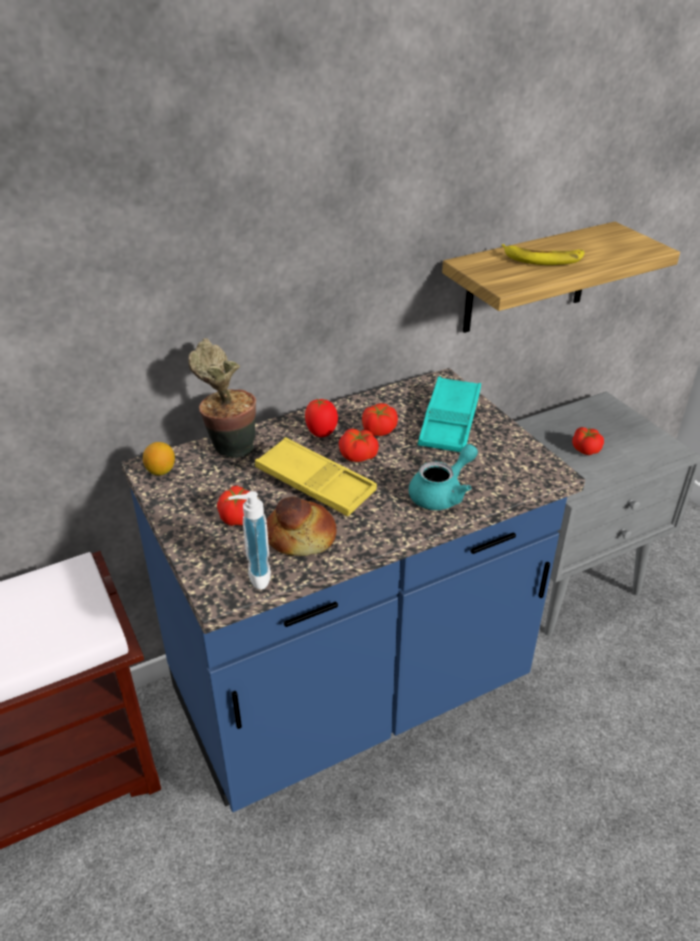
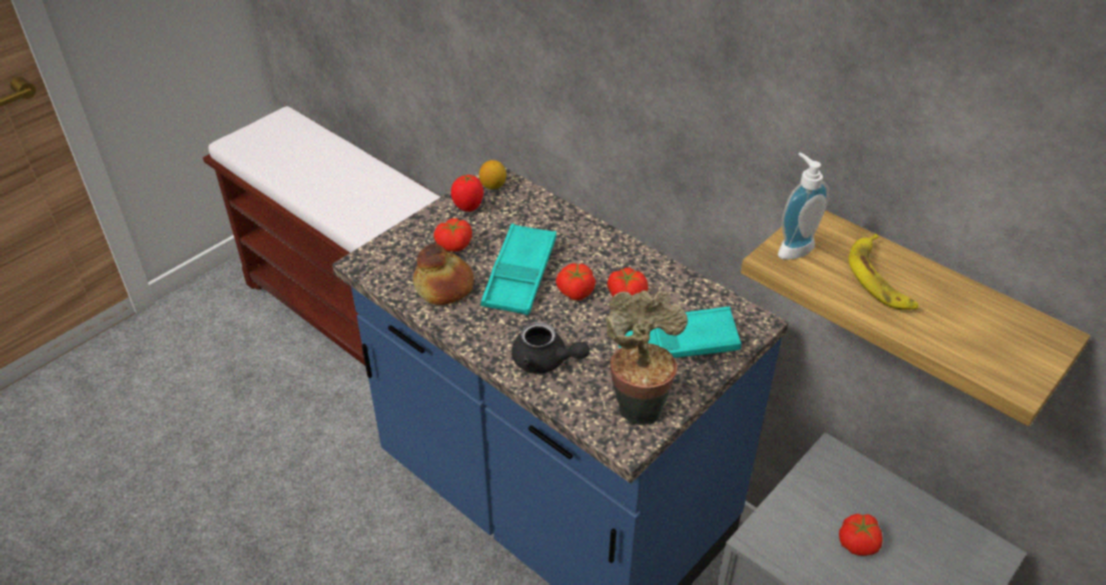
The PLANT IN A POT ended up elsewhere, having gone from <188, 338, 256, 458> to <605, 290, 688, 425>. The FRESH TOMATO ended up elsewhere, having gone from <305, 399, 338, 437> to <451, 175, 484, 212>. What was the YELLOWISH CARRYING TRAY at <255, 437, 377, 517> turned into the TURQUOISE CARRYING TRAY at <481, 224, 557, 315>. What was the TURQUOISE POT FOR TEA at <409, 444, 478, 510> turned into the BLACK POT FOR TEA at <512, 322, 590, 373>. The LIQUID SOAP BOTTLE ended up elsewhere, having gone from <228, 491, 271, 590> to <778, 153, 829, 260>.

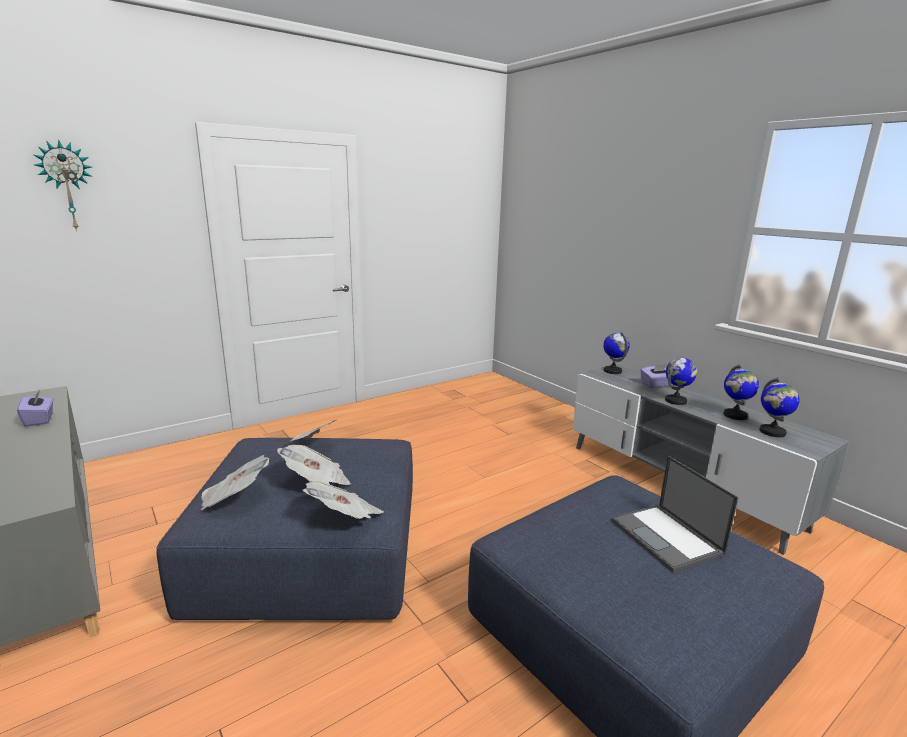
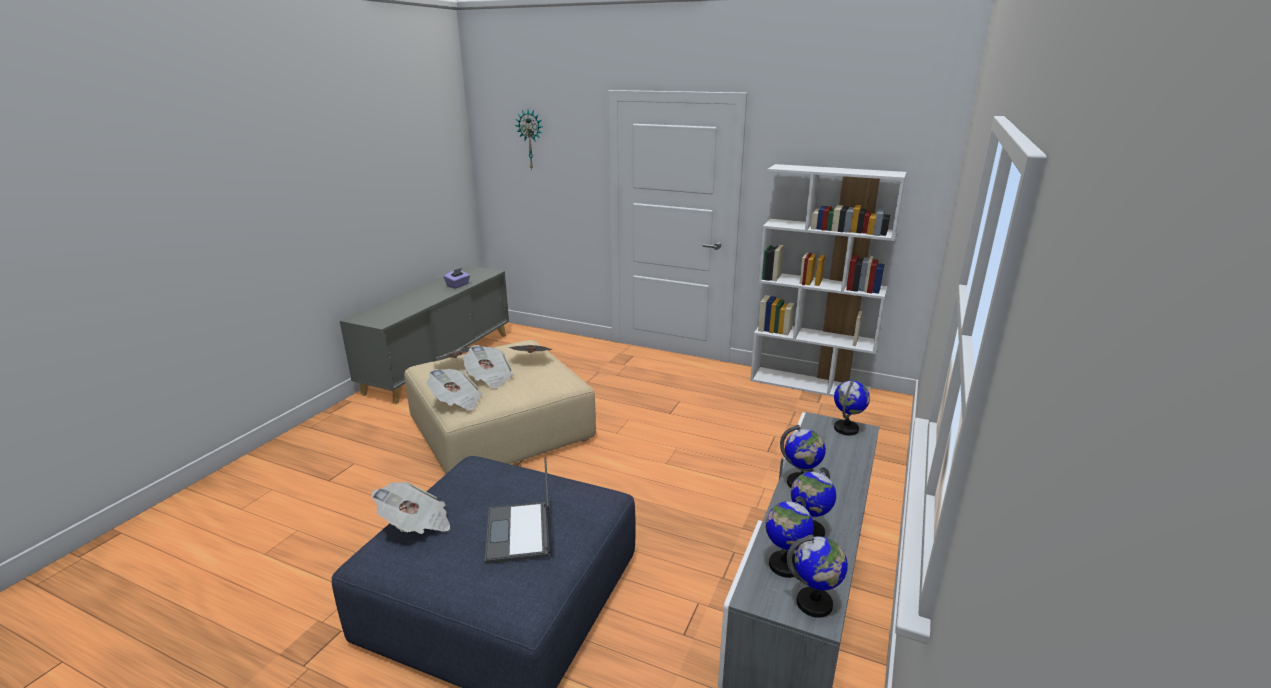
The second view lost the PURPLISH TISSUE BOX at <641, 364, 669, 388>. What was the BLUISH OTTOMAN at <156, 438, 413, 620> turned into the SAND-COLOURED OTTOMAN at <404, 340, 596, 474>. The PORTABLE COMPUTER at <611, 456, 739, 573> ended up facing another way, 45 degrees counterclockwise from before. The second view gained the WHITISH BOOKCASE at <750, 164, 907, 397>. The second view gained the NEWSPAPER at <371, 482, 450, 534>. The second view gained the GLOBE at <787, 535, 848, 618>.

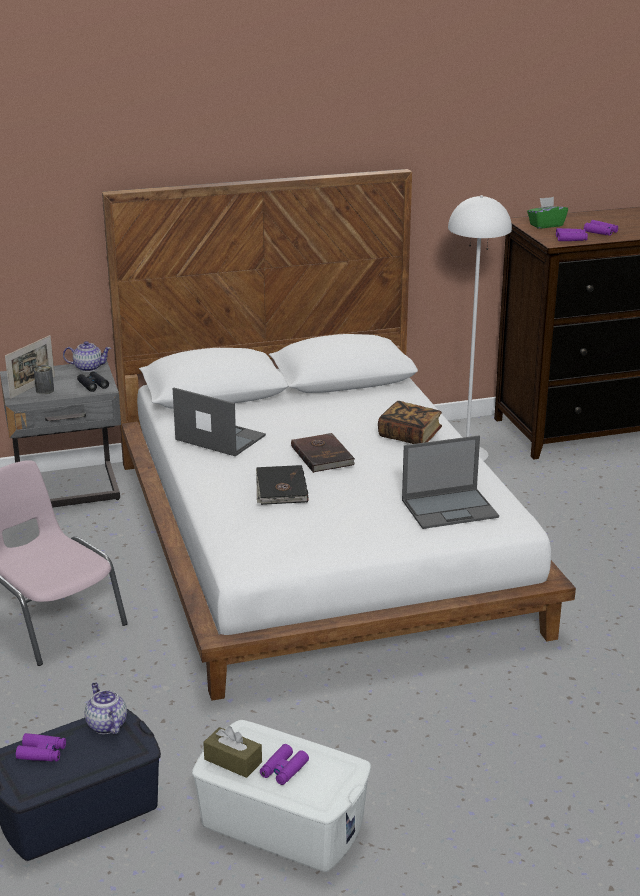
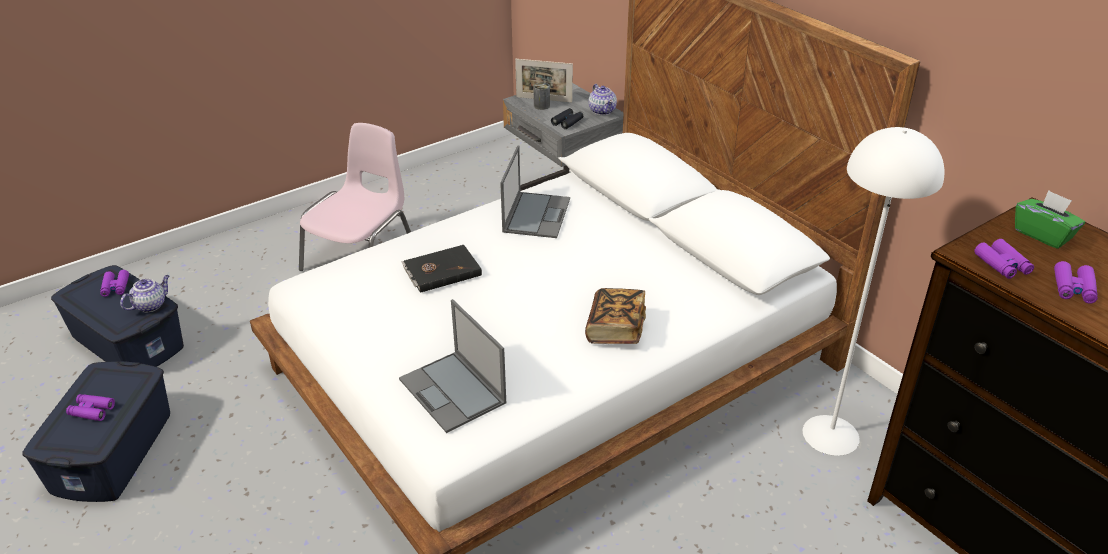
The second view lost the BROWN-COLOURED VOLUME at <291, 433, 355, 473>. What was the WHITISH STORAGE CONTAINER at <192, 720, 371, 872> turned into the BLUISH STORAGE CONTAINER at <22, 361, 170, 502>. The second view lost the BROWN-COLOURED TISSUE BOX at <203, 726, 262, 778>.

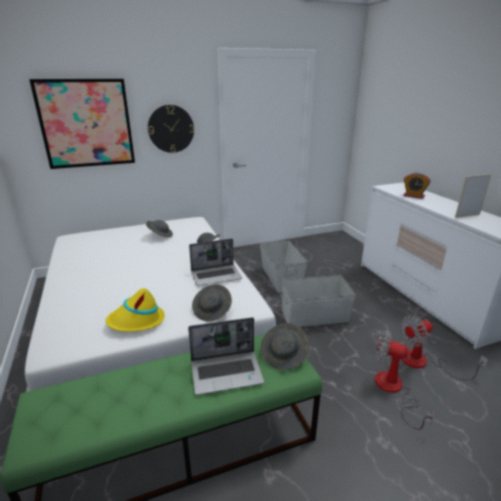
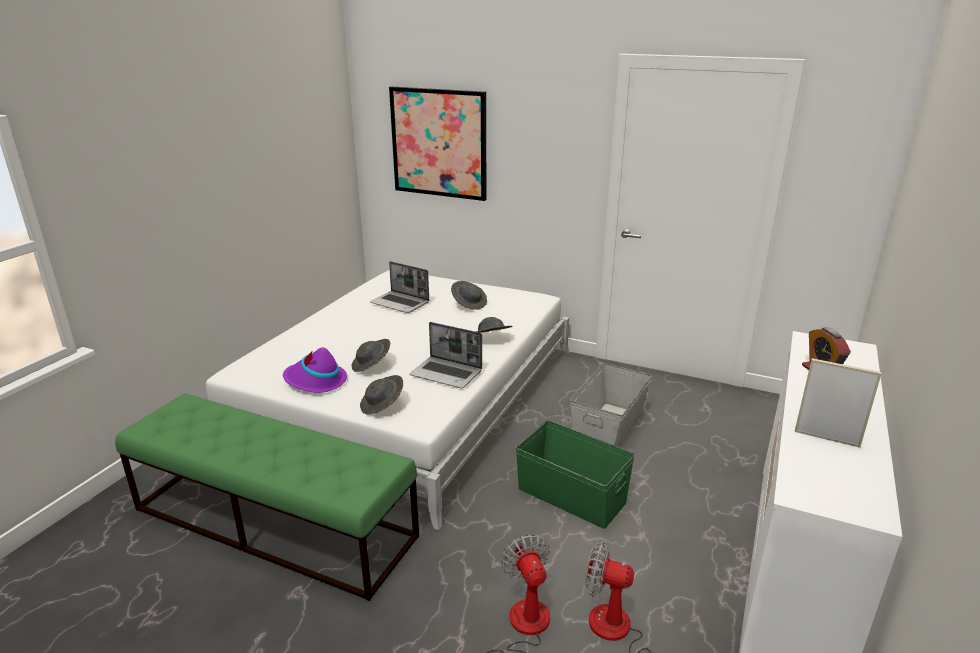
The second view lost the CLOCK ON THE WALL at <148, 105, 194, 153>. What was the GRAY STORAGE CONTAINER at <282, 275, 356, 327> turned into the GREEN-COLOURED STORAGE CONTAINER at <516, 420, 635, 529>. What was the YELLOWISH CLOTHING HAT at <106, 288, 165, 332> turned into the PURPLISH CLOTHING HAT at <283, 347, 347, 393>. The PORTABLE COMPUTER ended up elsewhere, having gone from <188, 317, 264, 395> to <370, 261, 429, 313>. The GRAY CLOTHING HAT ended up elsewhere, having gone from <261, 323, 309, 370> to <352, 339, 390, 372>.

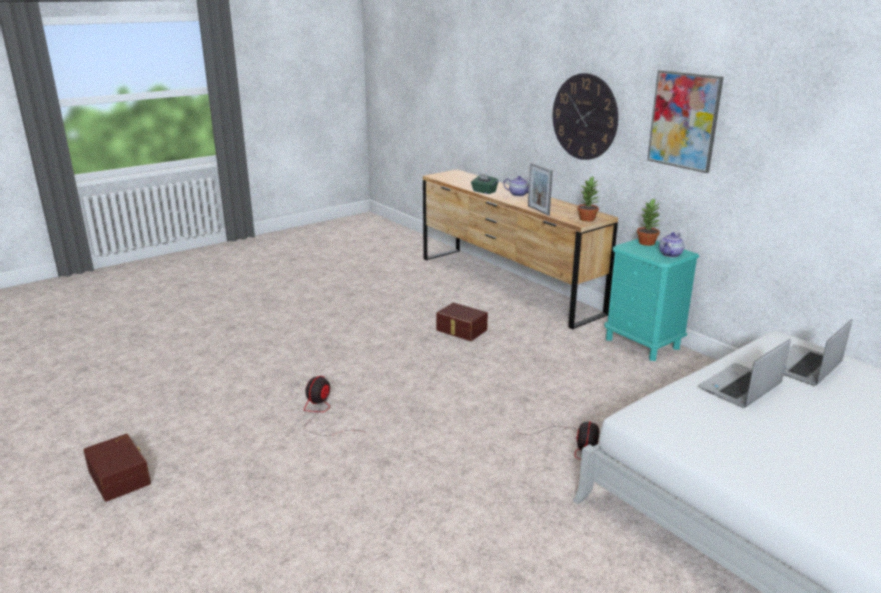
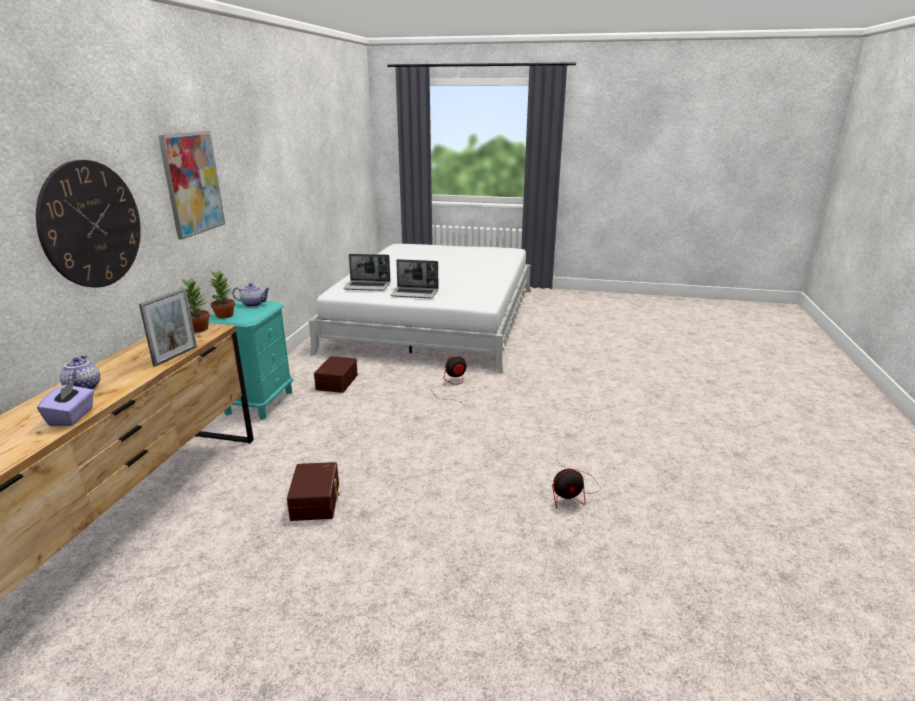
What was the GREEN-COLOURED TISSUE BOX at <471, 173, 499, 194> turned into the PURPLISH TISSUE BOX at <37, 381, 94, 426>. The BROWN-COLOURED STORAGE CONTAINER ended up elsewhere, having gone from <83, 434, 151, 502> to <314, 356, 358, 393>.

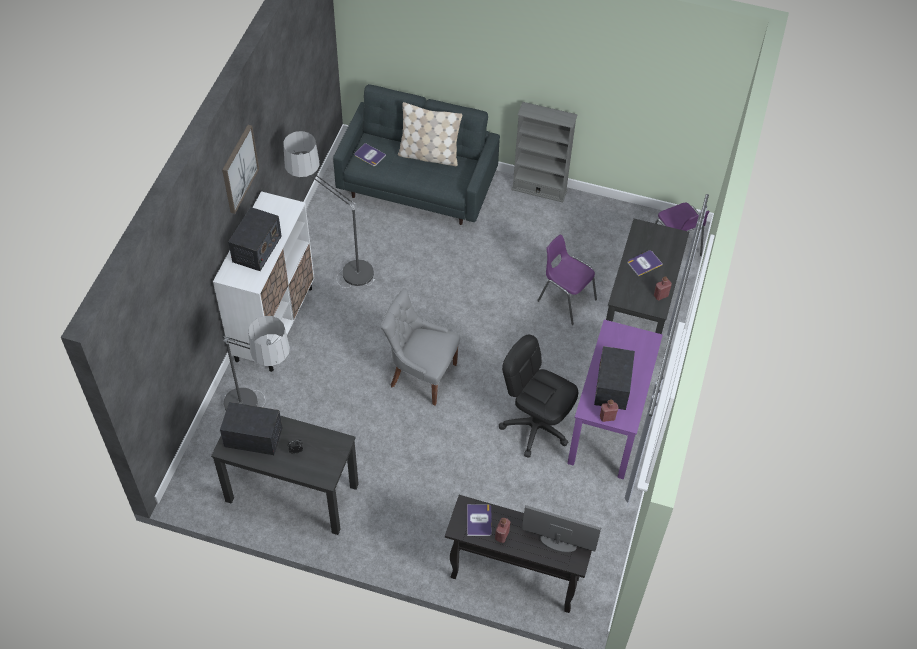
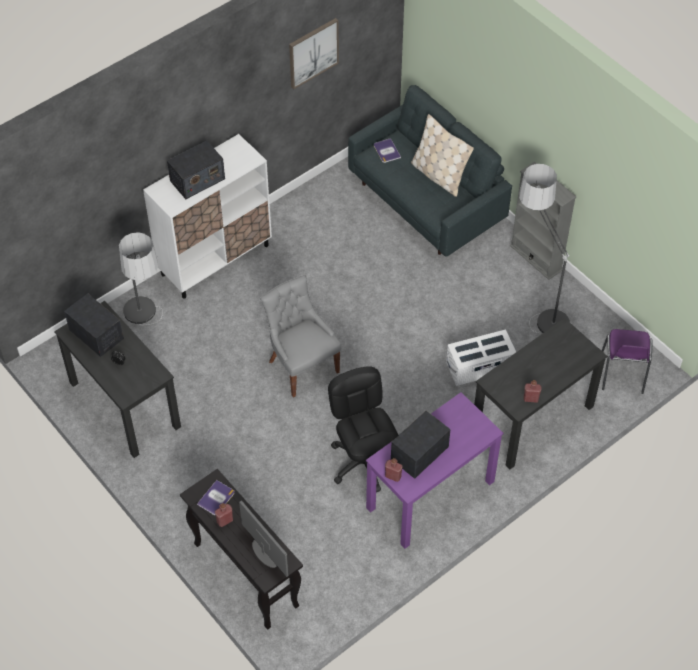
The PICTURE ended up elsewhere, having gone from <222, 125, 259, 214> to <289, 18, 339, 89>. The STANDING LAMP ended up elsewhere, having gone from <283, 131, 376, 288> to <519, 164, 570, 333>. Where the PURPLISH PLAIN CHAIR stood at <537, 234, 597, 325>, the WHITISH STORAGE CONTAINER came to stand at <446, 330, 516, 386>. The second view lost the VOLUME at <628, 250, 663, 276>.

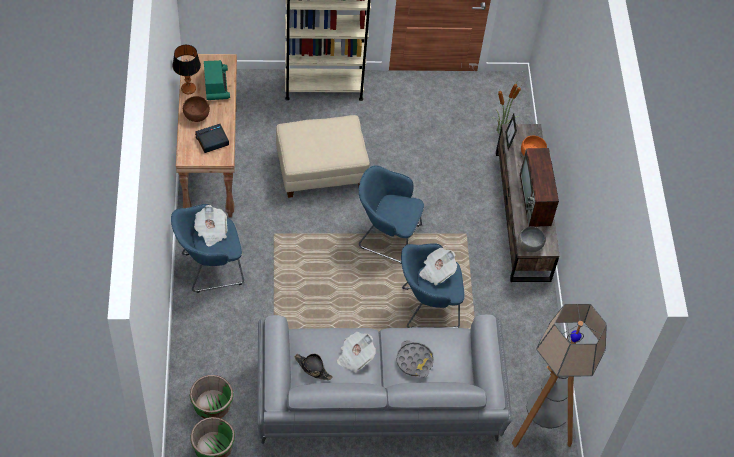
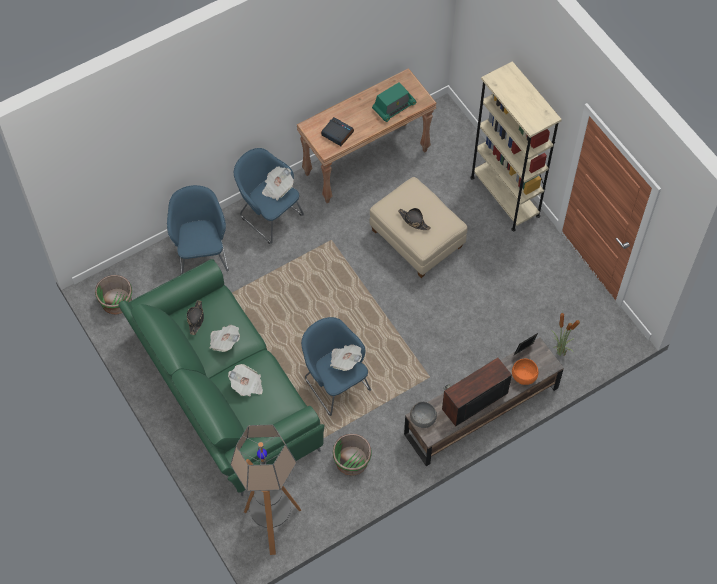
The second view lost the TABLETOP LAMP at <173, 45, 201, 94>. The second view lost the BROWN-COLOURED SERVING BOWL at <183, 96, 210, 122>. The BLUISH EASY CHAIR ended up elsewhere, having gone from <359, 165, 424, 263> to <167, 185, 229, 274>. What was the GRAY COUCH at <257, 314, 512, 444> turned into the GREEN-COLOURED COUCH at <118, 259, 324, 496>. Where the GRAY CARRYING TRAY stood at <396, 340, 434, 377>, the NEWSPAPER came to stand at <228, 364, 263, 396>. The GREEN-COLOURED PLANTER ended up elsewhere, having gone from <190, 375, 234, 419> to <333, 434, 371, 476>. The second view gained the BLACK CLOTHING HAT at <398, 208, 431, 230>.

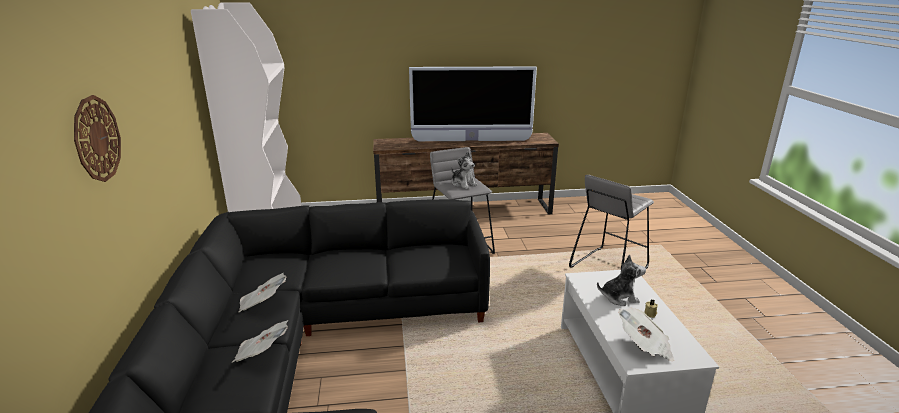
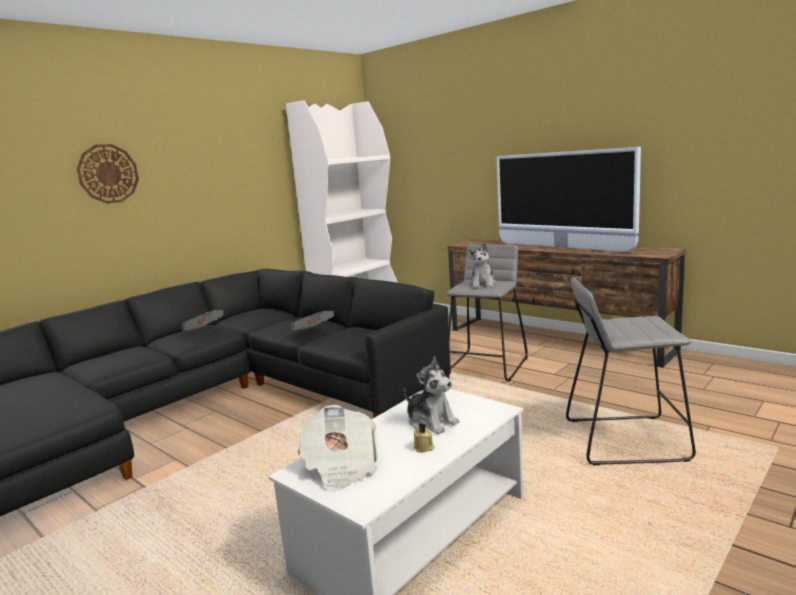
The NEWSPAPER ended up elsewhere, having gone from <232, 320, 289, 362> to <291, 311, 334, 330>.

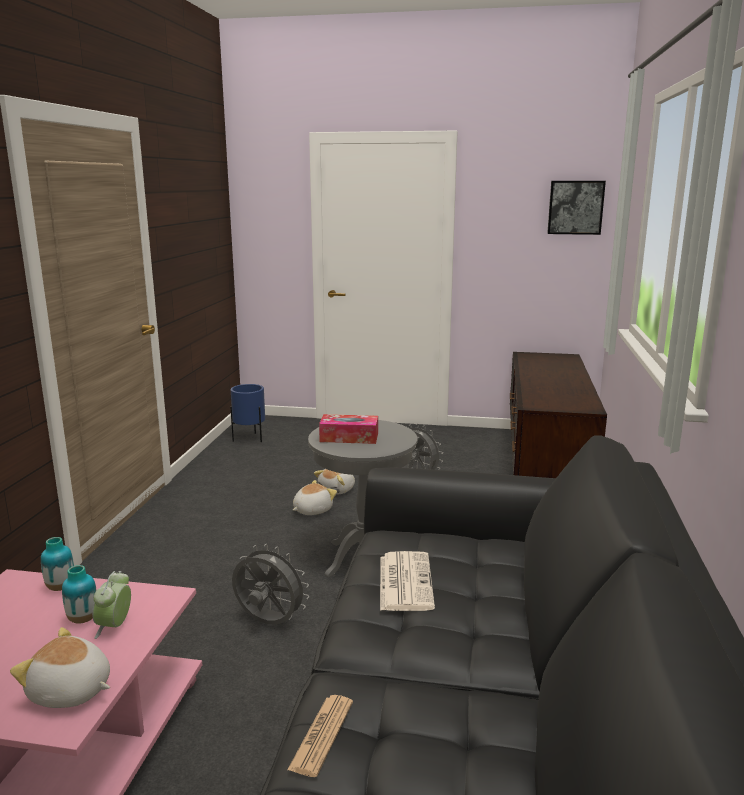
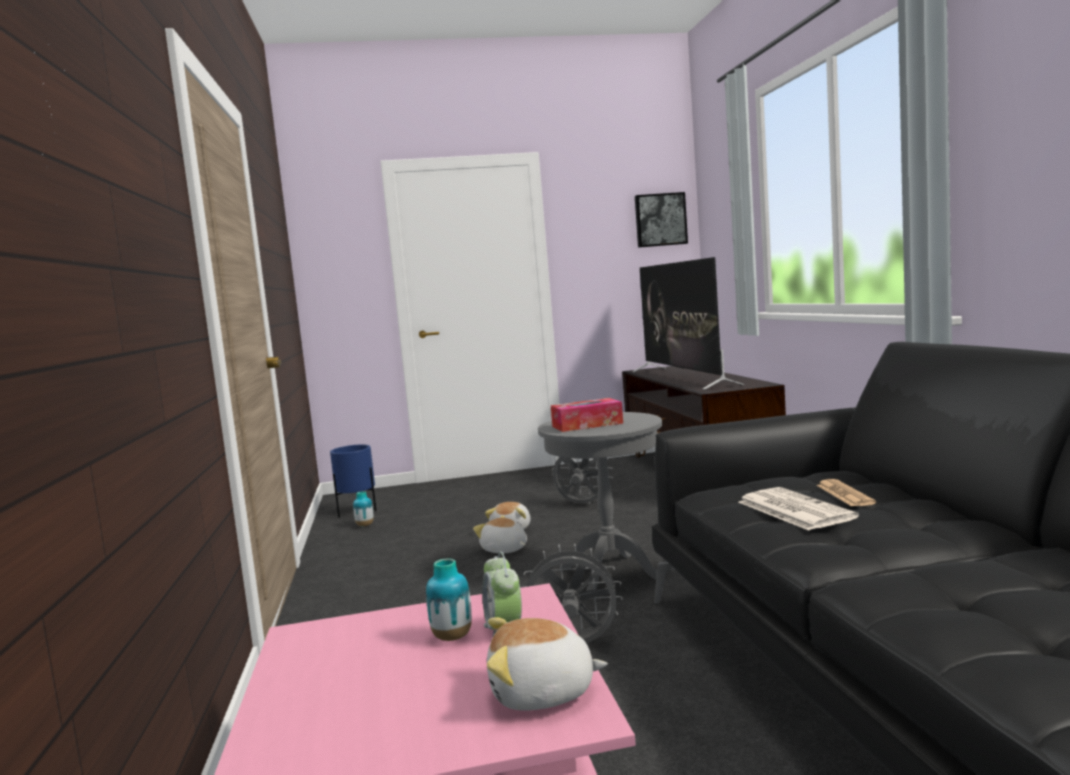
The PLUSH TOY at <293, 480, 337, 515> ended up facing another way, 75 degrees counterclockwise from before. The FLOWER VASE ended up elsewhere, having gone from <41, 537, 74, 591> to <353, 491, 374, 526>. The NEWSPAPER ended up elsewhere, having gone from <287, 695, 353, 777> to <816, 479, 876, 507>. The second view gained the TV SET at <633, 257, 744, 390>.

